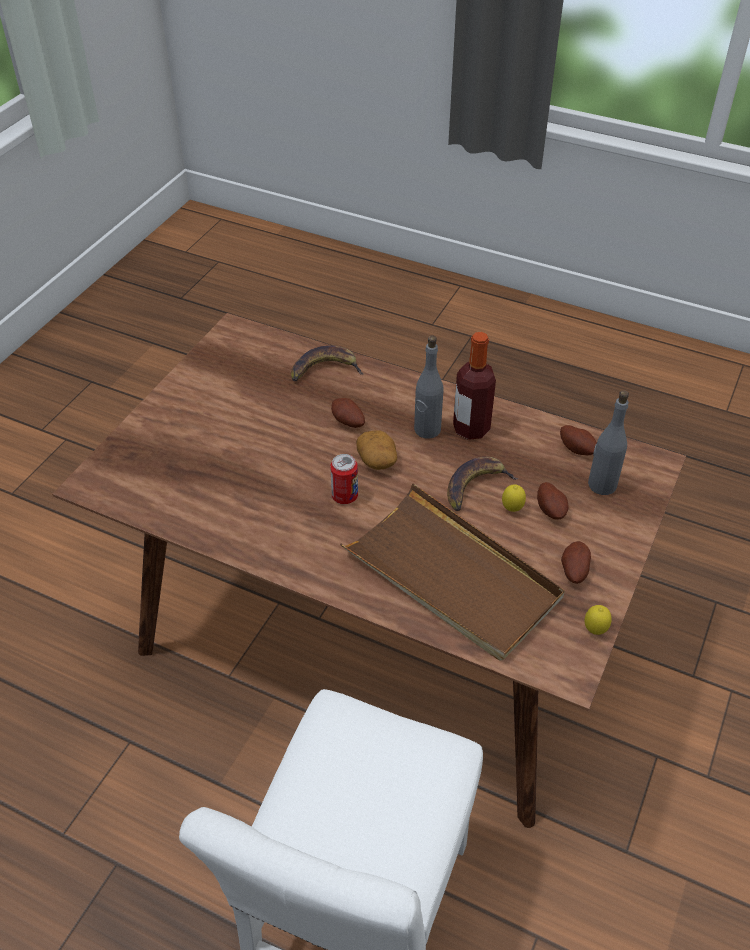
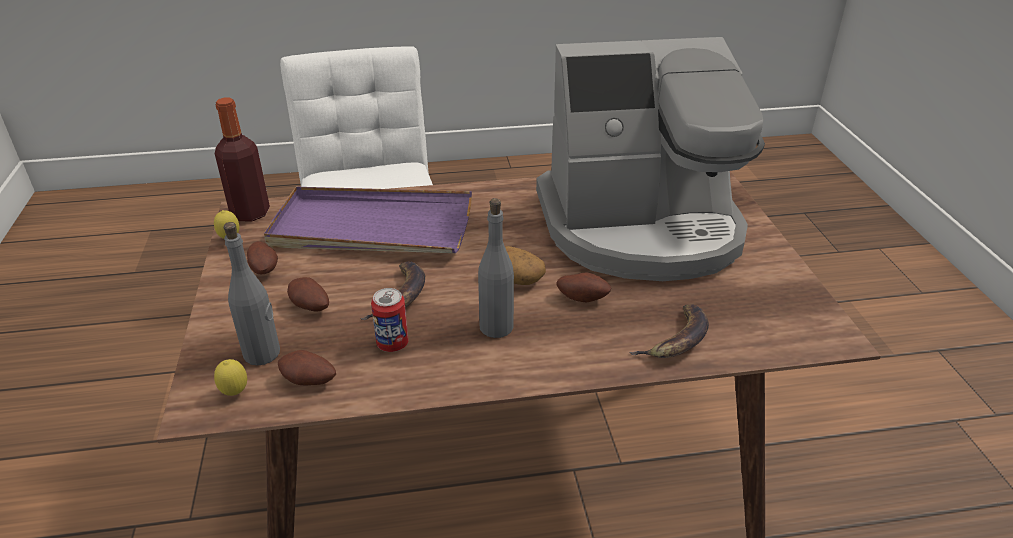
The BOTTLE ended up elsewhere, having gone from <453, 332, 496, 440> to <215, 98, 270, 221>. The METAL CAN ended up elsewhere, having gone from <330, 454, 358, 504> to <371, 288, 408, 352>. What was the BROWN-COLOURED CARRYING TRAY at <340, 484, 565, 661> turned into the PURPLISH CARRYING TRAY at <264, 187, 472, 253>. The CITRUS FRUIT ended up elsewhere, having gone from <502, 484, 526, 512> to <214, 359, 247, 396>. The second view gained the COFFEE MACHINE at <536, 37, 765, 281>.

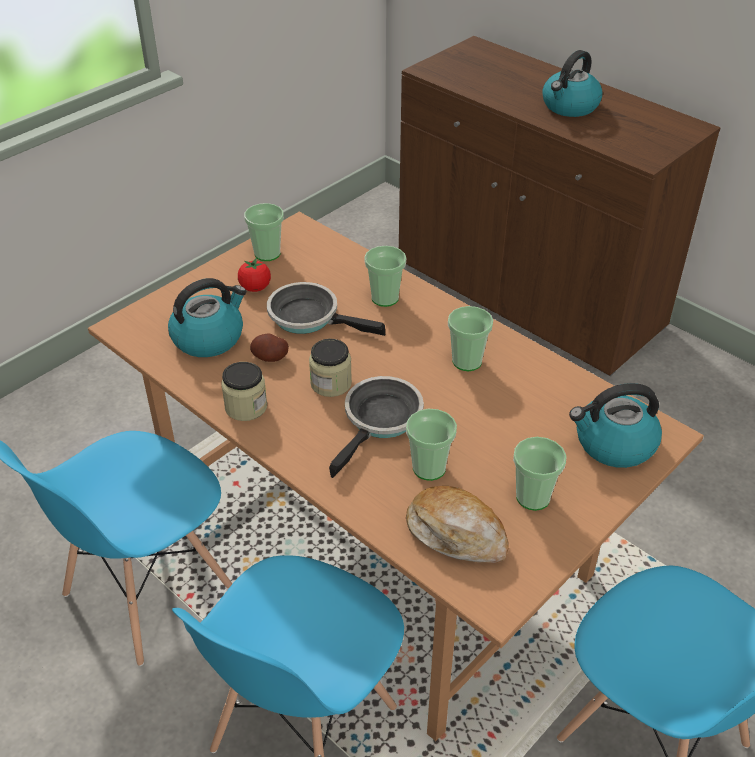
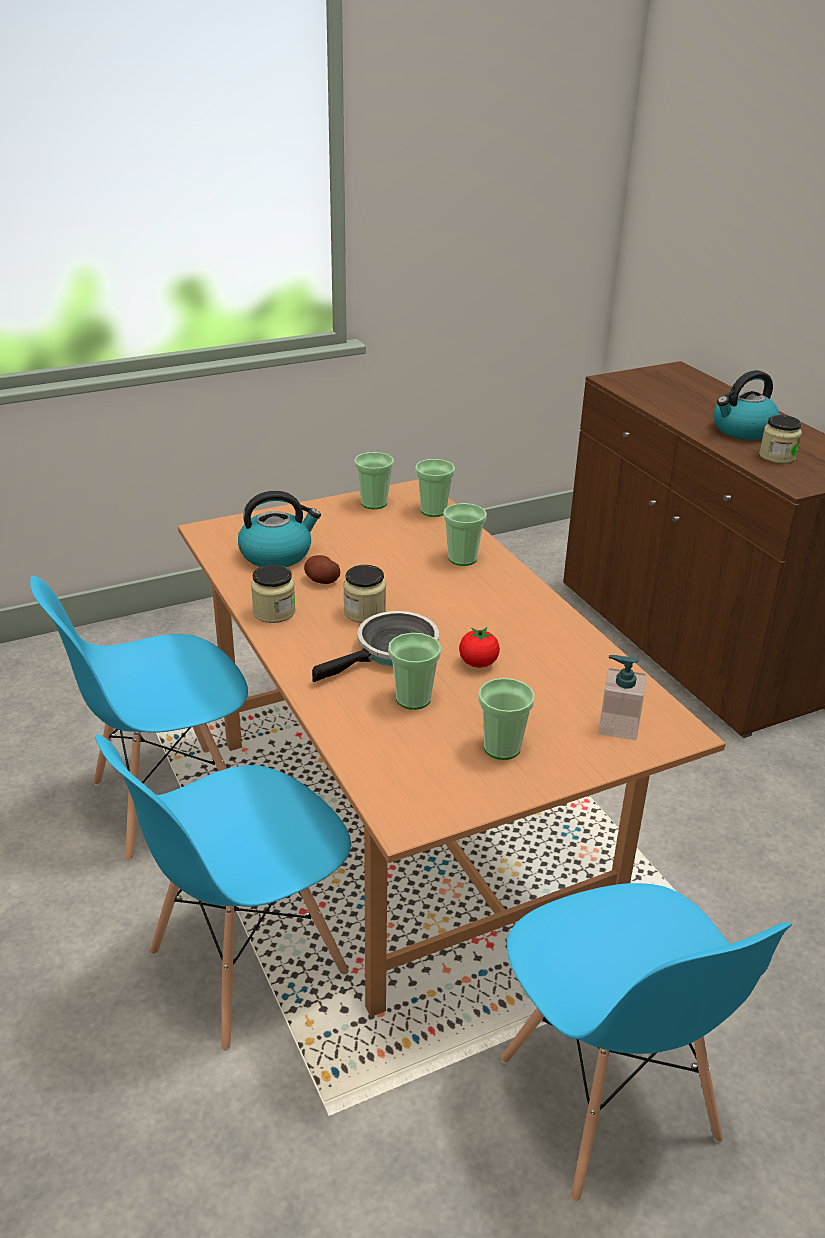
The FRESH TOMATO ended up elsewhere, having gone from <238, 258, 271, 292> to <459, 627, 500, 668>. The second view lost the SKILLET at <267, 282, 385, 336>. The DRINKING CUP ended up elsewhere, having gone from <448, 306, 493, 371> to <415, 459, 455, 517>. Where the TEA KETTLE stood at <569, 383, 662, 468>, the LIQUID SOAP BOTTLE came to stand at <598, 655, 646, 740>. The second view lost the BREAD at <406, 486, 509, 563>. The second view gained the STORAGE JAR at <759, 415, 802, 464>.

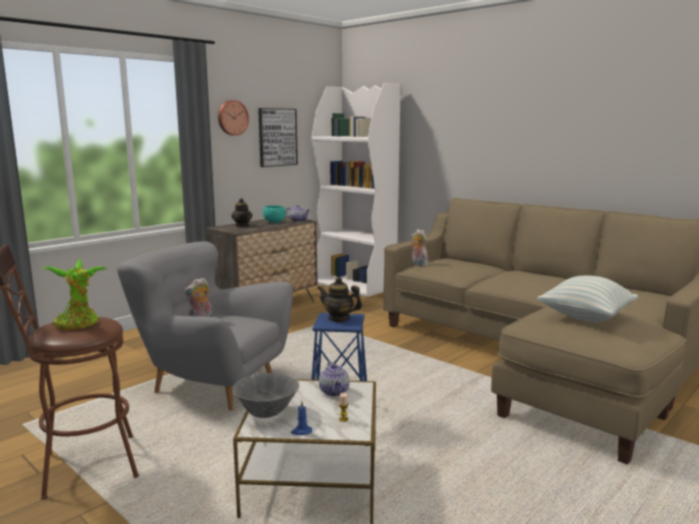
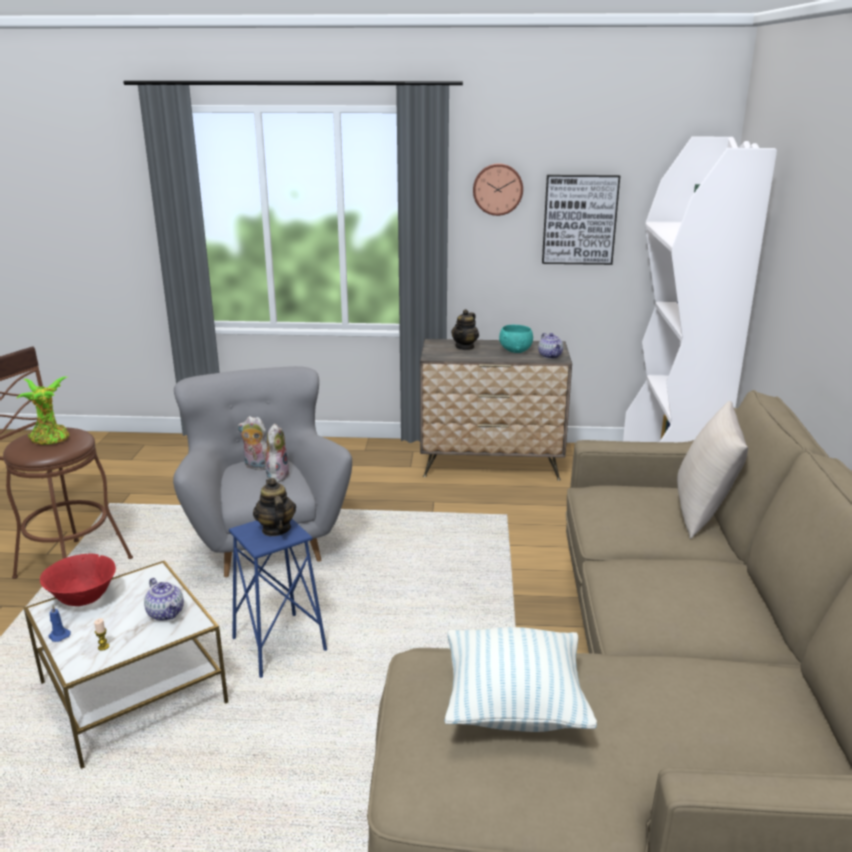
The PLUSH TOY ended up elsewhere, having gone from <410, 229, 428, 267> to <262, 424, 290, 483>. The POT FOR TEA at <319, 361, 350, 396> ended up facing another way, 75 degrees counterclockwise from before. What was the GRAY SERVING BOWL at <233, 373, 299, 418> turned into the REDDISH SERVING BOWL at <40, 554, 116, 606>. The second view gained the SAND-COLOURED THROW PILLOW at <677, 401, 748, 539>.

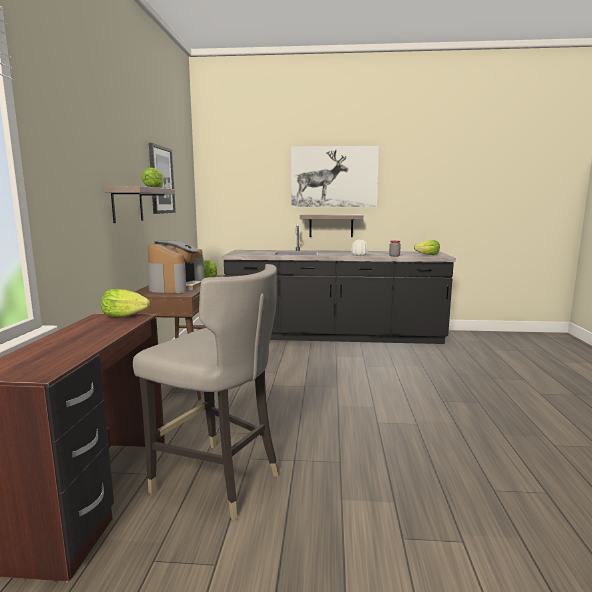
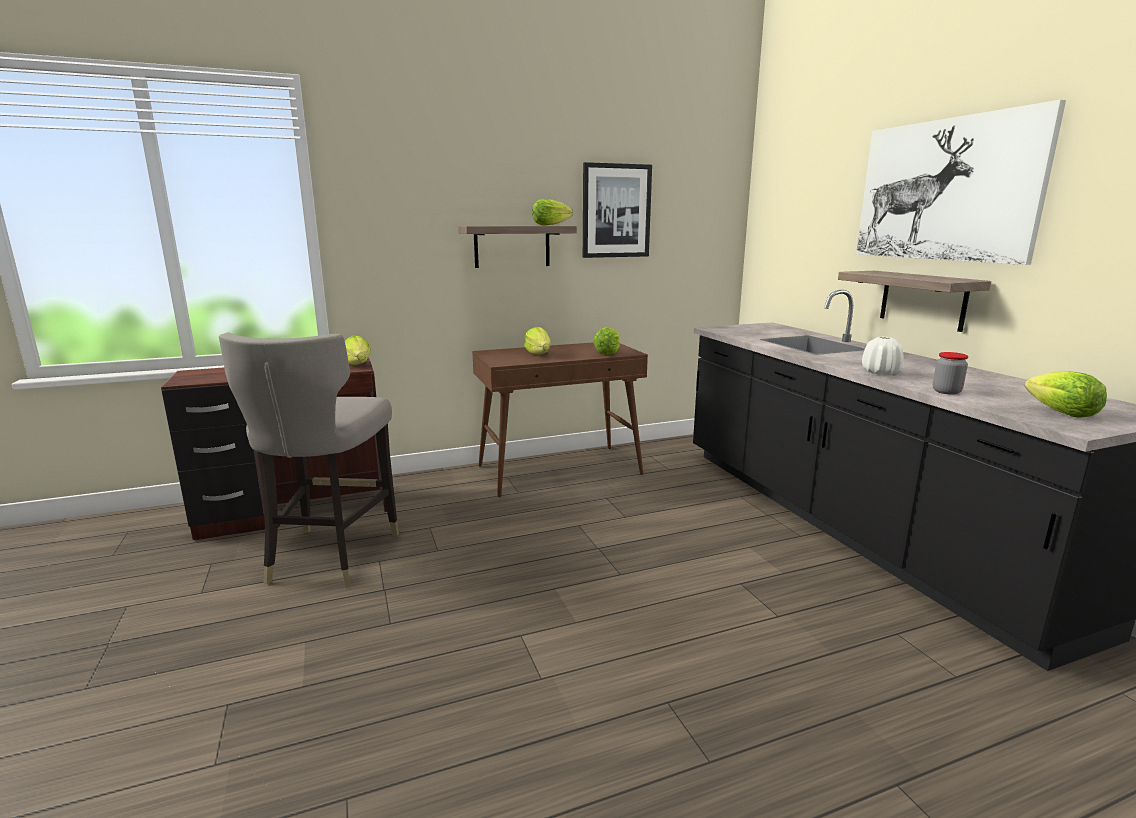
Where the COFFEE MACHINE stood at <147, 240, 204, 293>, the HEAD OF LETTUCE came to stand at <524, 327, 551, 354>.

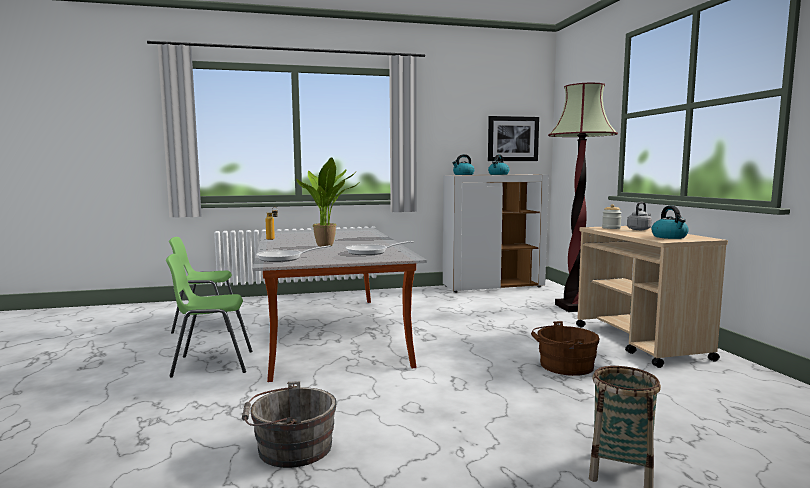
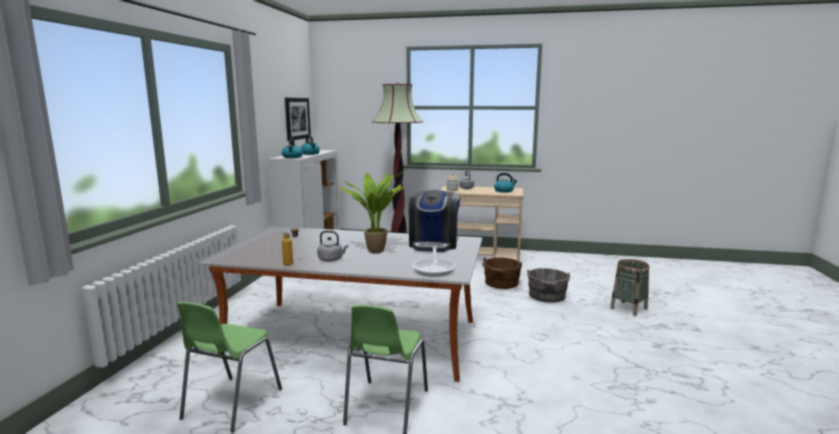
Where the SKILLET stood at <346, 241, 414, 255>, the COFFEE MACHINE came to stand at <409, 190, 461, 252>. The GRAY BUCKET ended up elsewhere, having gone from <242, 381, 337, 468> to <527, 268, 570, 303>. The second view gained the GRAY TEA KETTLE at <317, 231, 348, 262>.

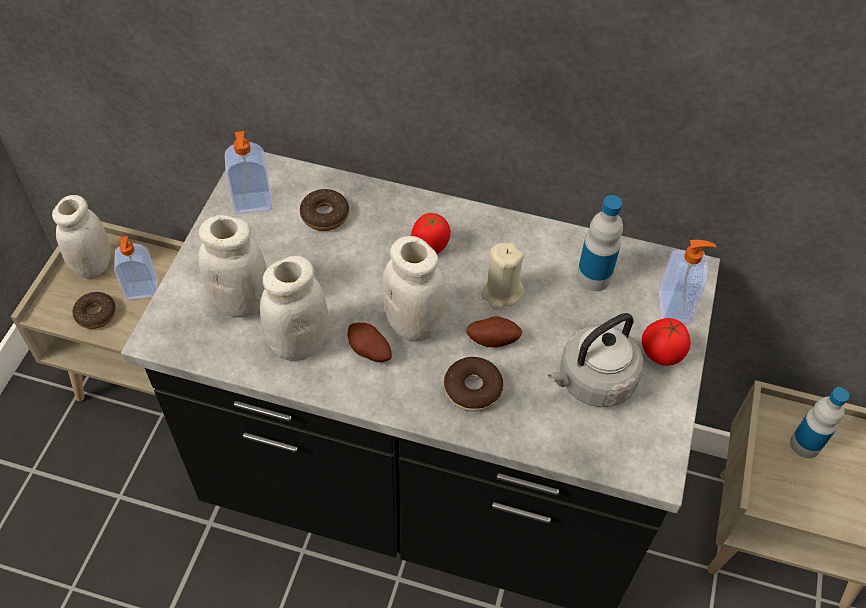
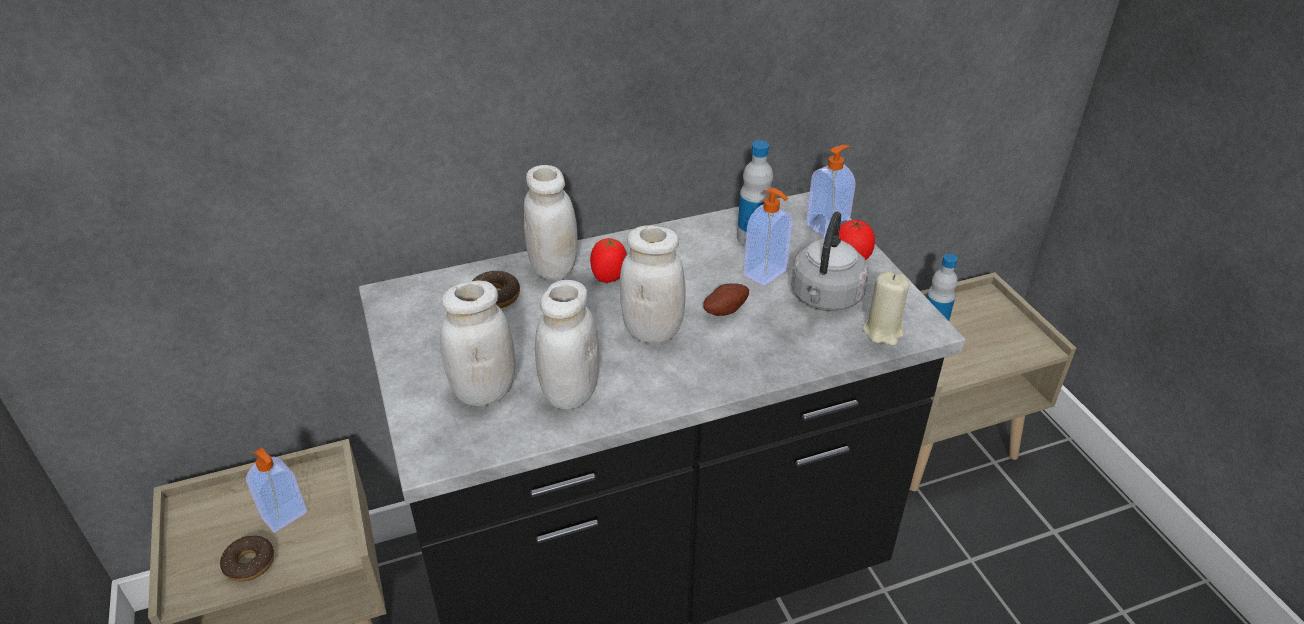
The LIQUID SOAP BOTTLE ended up elsewhere, having gone from <225, 131, 272, 214> to <743, 188, 793, 286>. The WHITISH STORAGE JAR ended up elsewhere, having gone from <52, 195, 110, 279> to <524, 165, 577, 280>. The SAND-COLOURED CANDLE ended up elsewhere, having gone from <481, 242, 524, 309> to <863, 271, 909, 346>. The second view lost the WHOLE POTATO at <348, 322, 392, 362>. The second view lost the RING DOUGHNUT at <444, 357, 503, 412>.

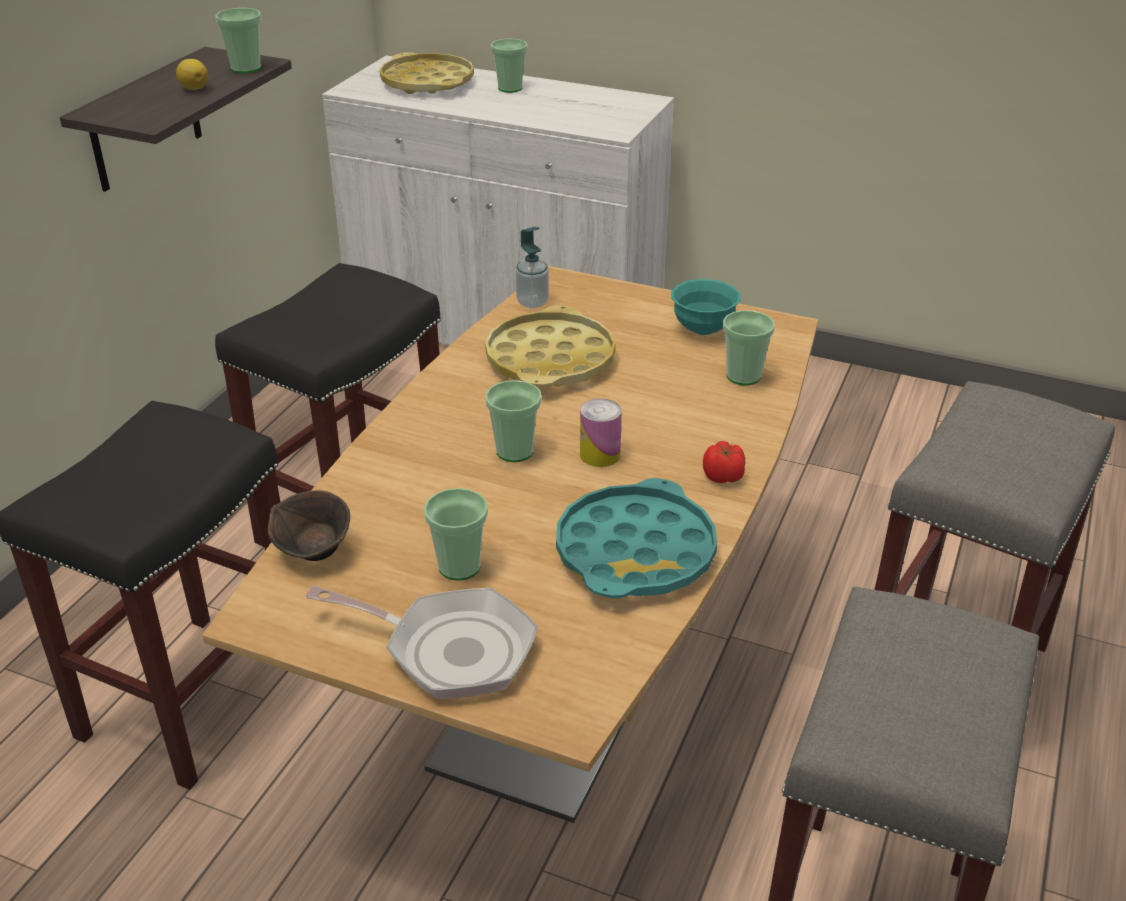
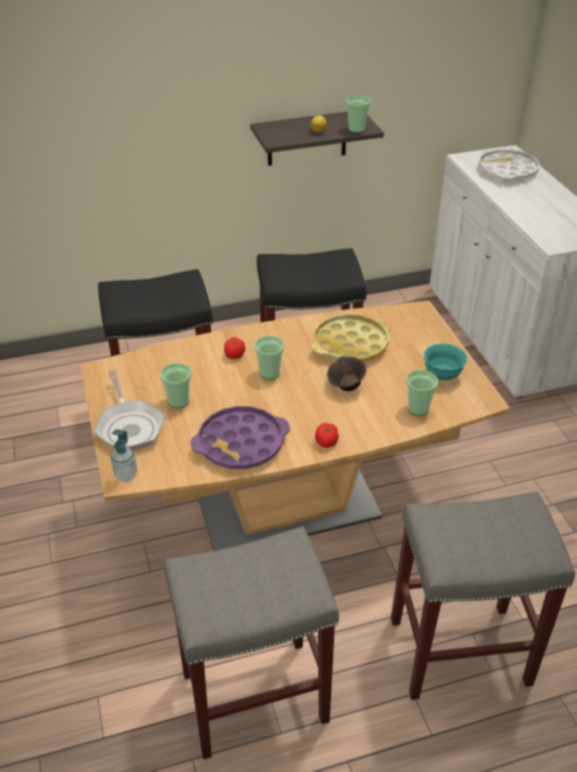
The second view lost the DRINKING CUP at <491, 39, 527, 93>. What was the YELLOWISH CARRYING TRAY at <379, 52, 474, 94> turned into the WHITISH CARRYING TRAY at <479, 147, 540, 180>. The LIQUID SOAP BOTTLE ended up elsewhere, having gone from <516, 227, 549, 308> to <110, 429, 137, 482>. The second view lost the METAL CAN at <580, 399, 622, 467>. What was the TURQUOISE CARRYING TRAY at <556, 478, 717, 599> turned into the PURPLISH CARRYING TRAY at <190, 406, 290, 469>. The BROWN-COLOURED SERVING BOWL ended up elsewhere, having gone from <268, 490, 350, 561> to <327, 356, 366, 391>. The second view gained the FRESH TOMATO at <224, 337, 245, 359>.

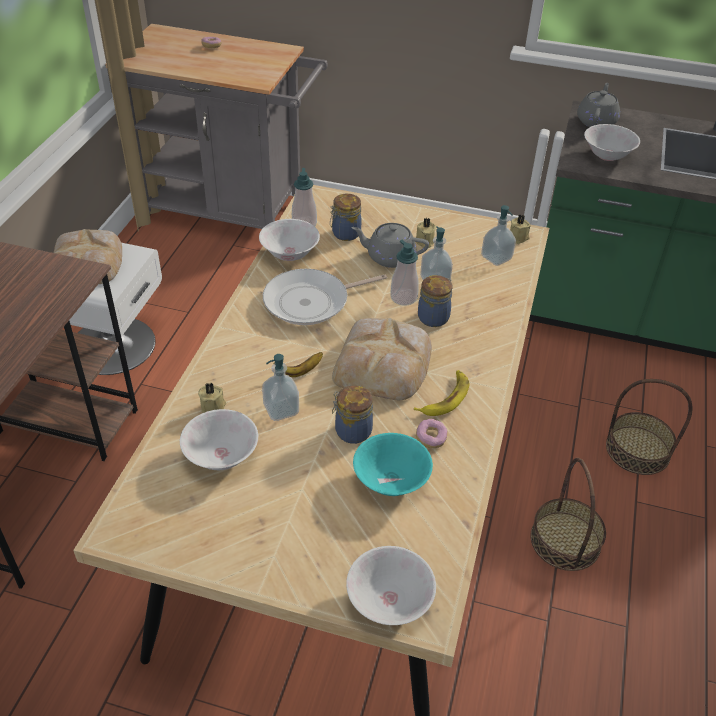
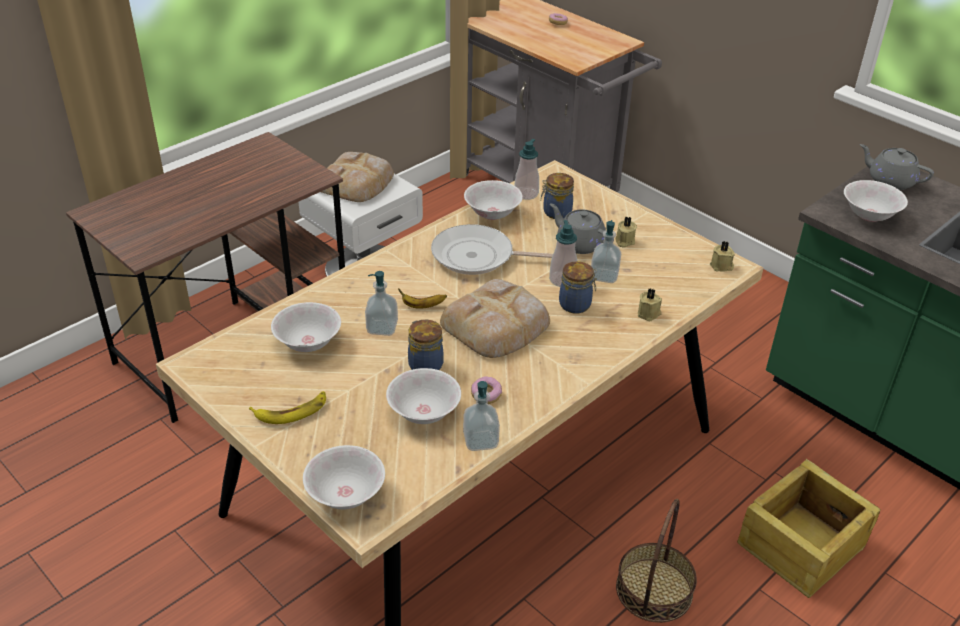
The GRAY POT FOR TEA at <577, 83, 620, 127> ended up facing another way, 105 degrees counterclockwise from before. The LIQUID SOAP BOTTLE ended up elsewhere, having gone from <481, 205, 516, 266> to <463, 381, 500, 451>. The BANANA ended up elsewhere, having gone from <414, 370, 470, 416> to <249, 391, 326, 424>. Where the HOUSEHOLD BASKET stood at <606, 379, 692, 475>, the CRATE came to stand at <737, 458, 881, 598>. The SAND-COLOURED CANDLE ended up elsewhere, having gone from <198, 383, 226, 413> to <638, 289, 662, 321>. What was the TURQUOISE SERVING BOWL at <353, 433, 433, 496> turned into the WHITISH SERVING BOWL at <386, 368, 461, 424>.

